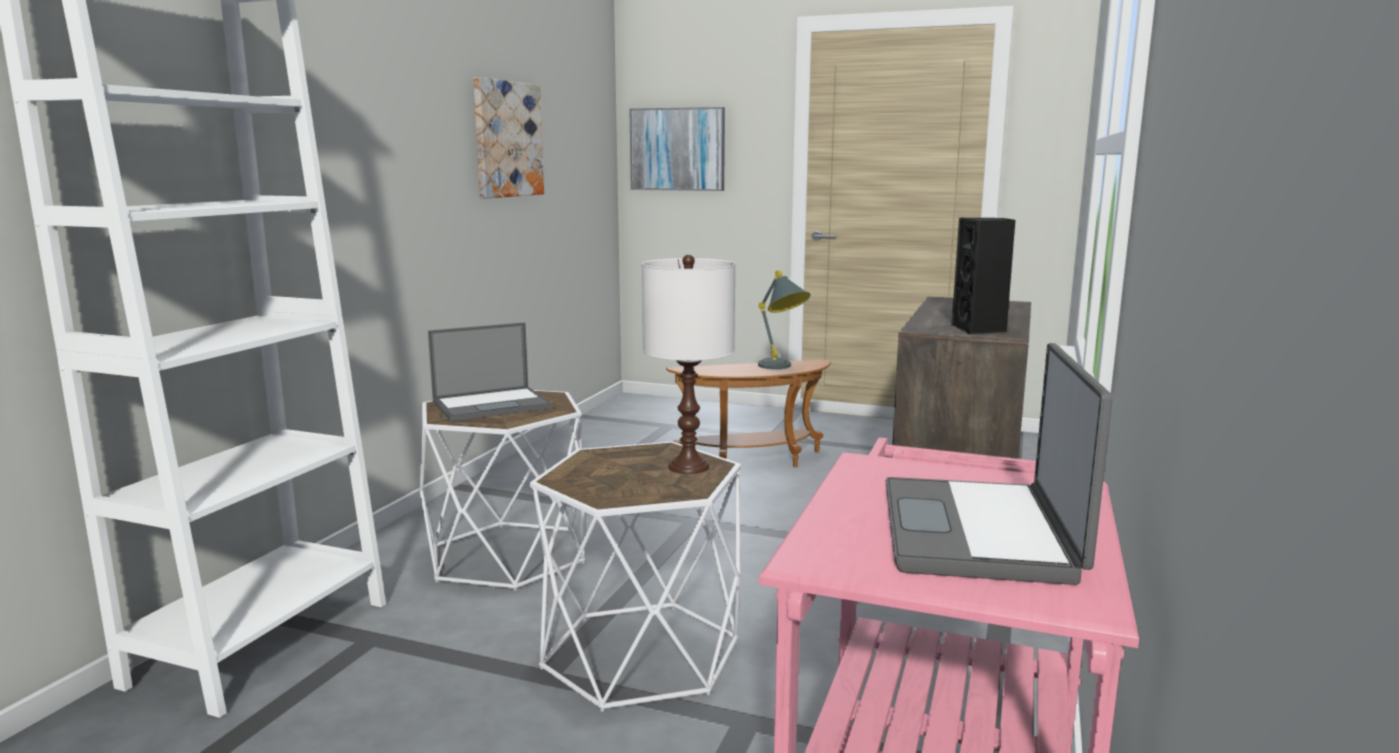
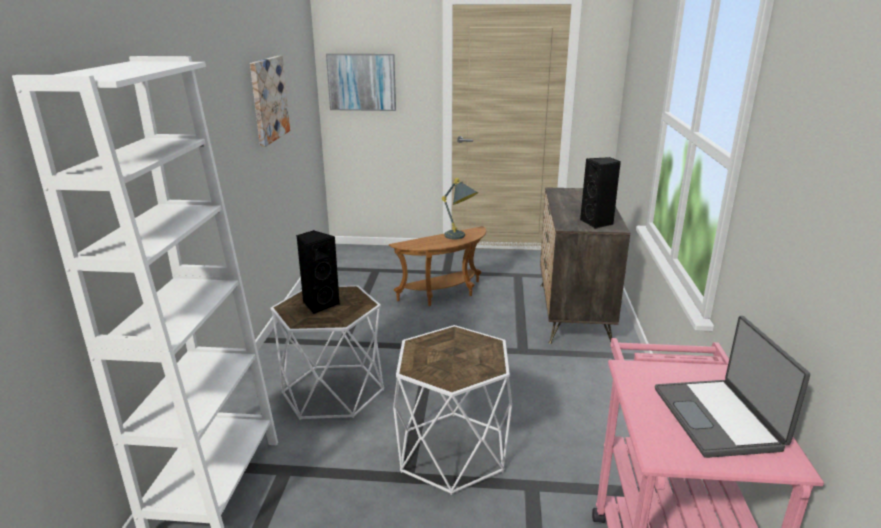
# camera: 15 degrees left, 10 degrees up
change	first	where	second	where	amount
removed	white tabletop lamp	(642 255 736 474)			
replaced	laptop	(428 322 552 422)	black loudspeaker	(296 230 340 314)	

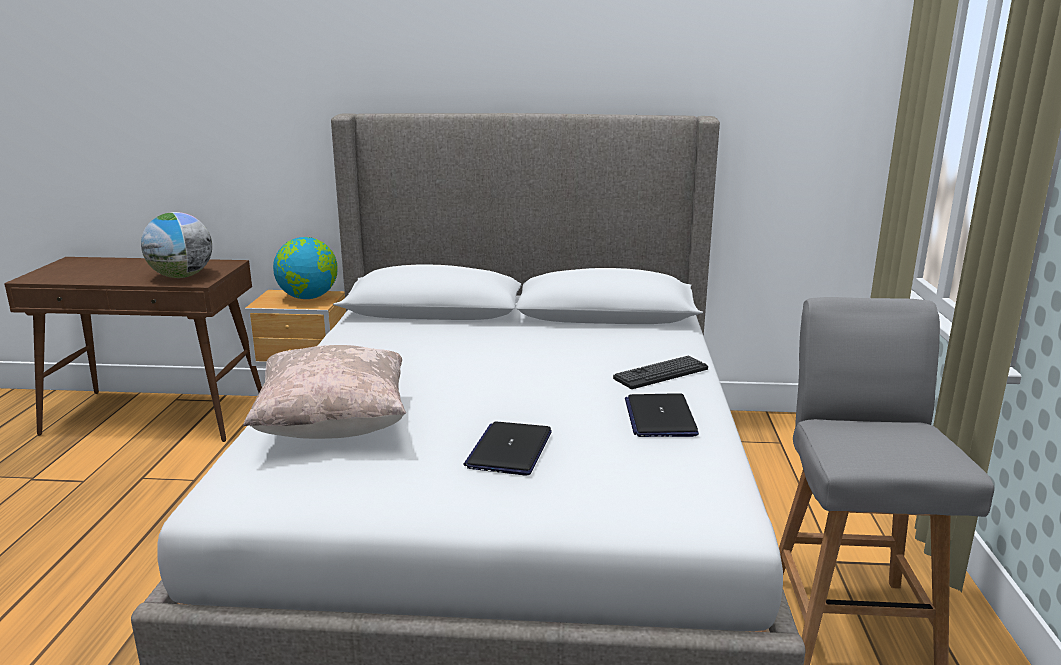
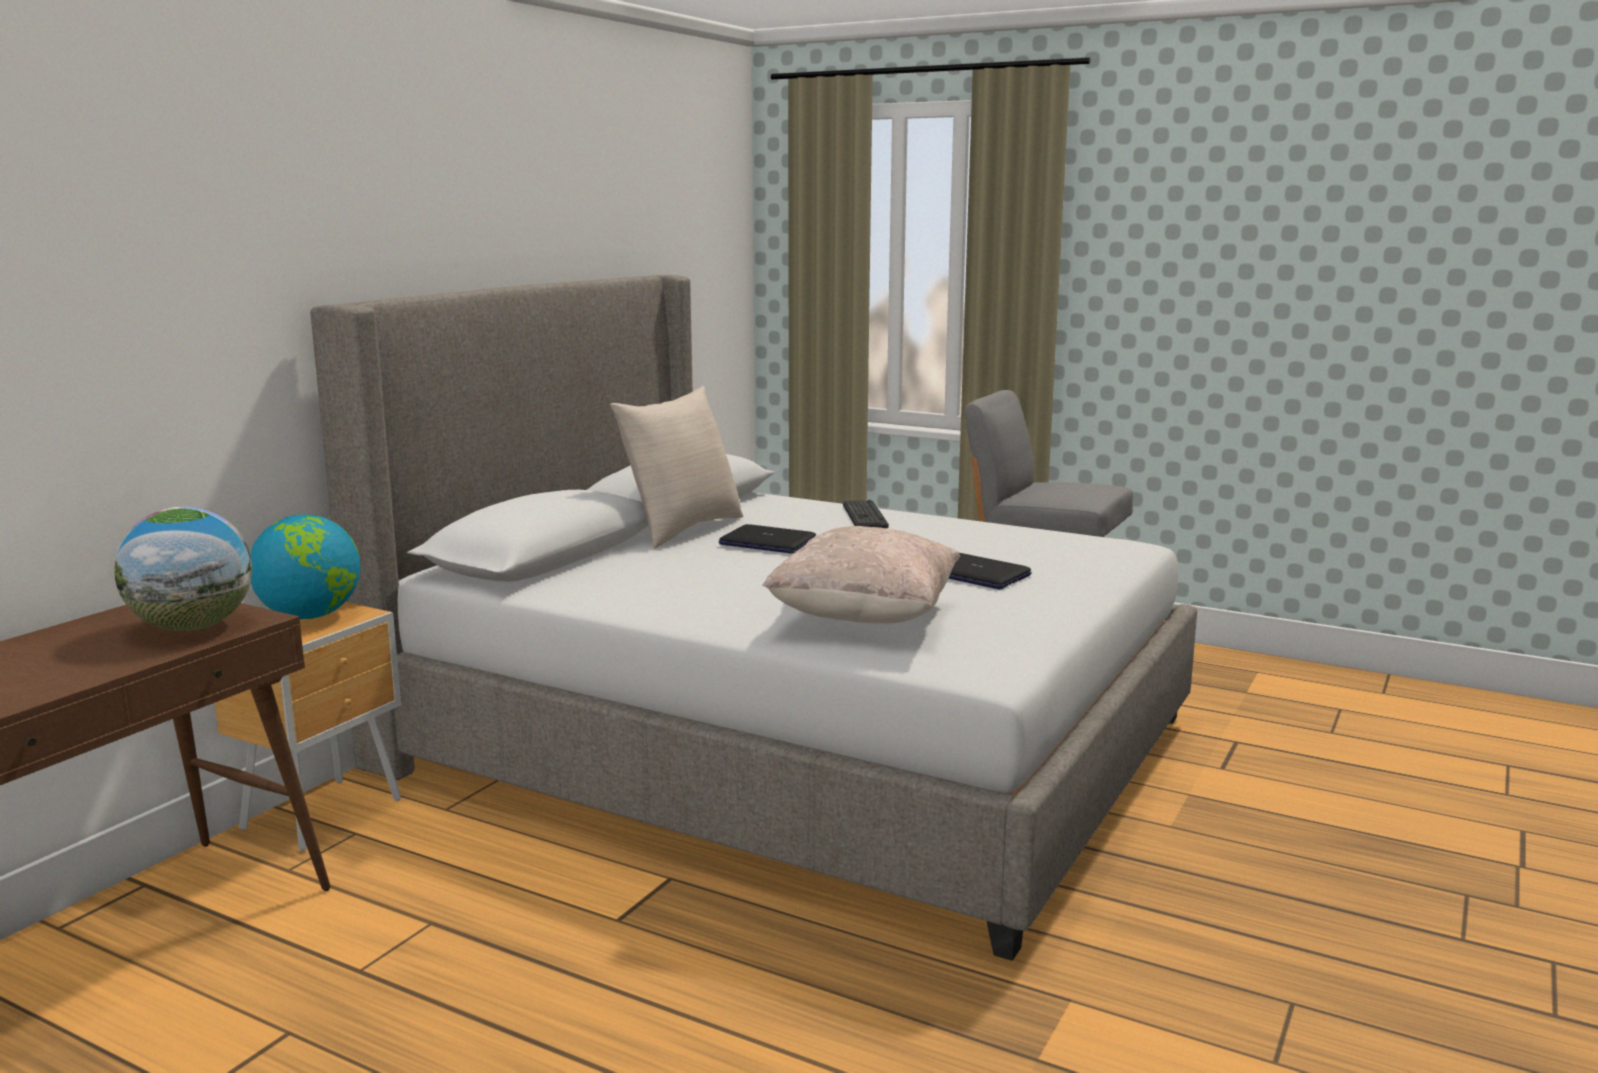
# camera: 65 degrees left, 5 degrees down
change	first	where	second	where	amount
moved	laptop	(625 393 699 437)		(719 524 816 554)	
added			beige pillow	(610 386 743 548)	

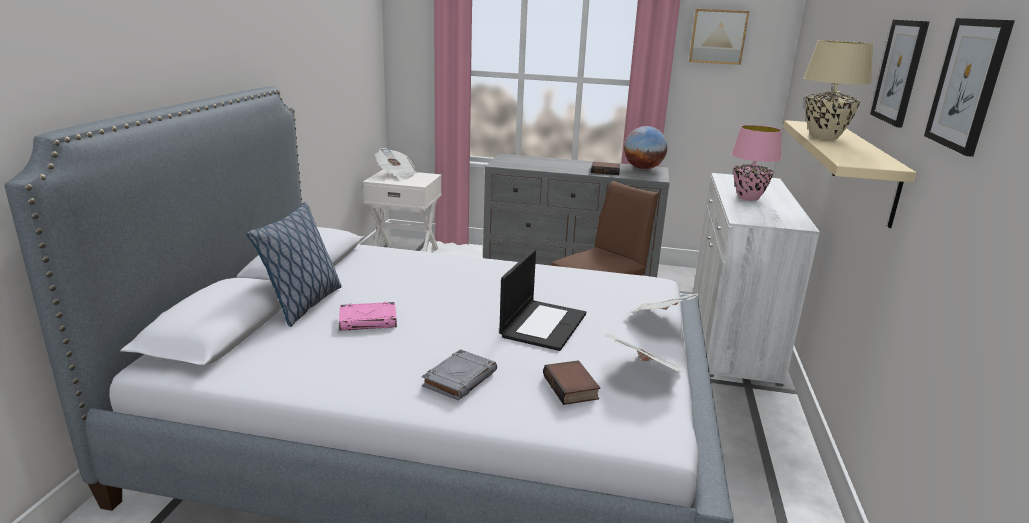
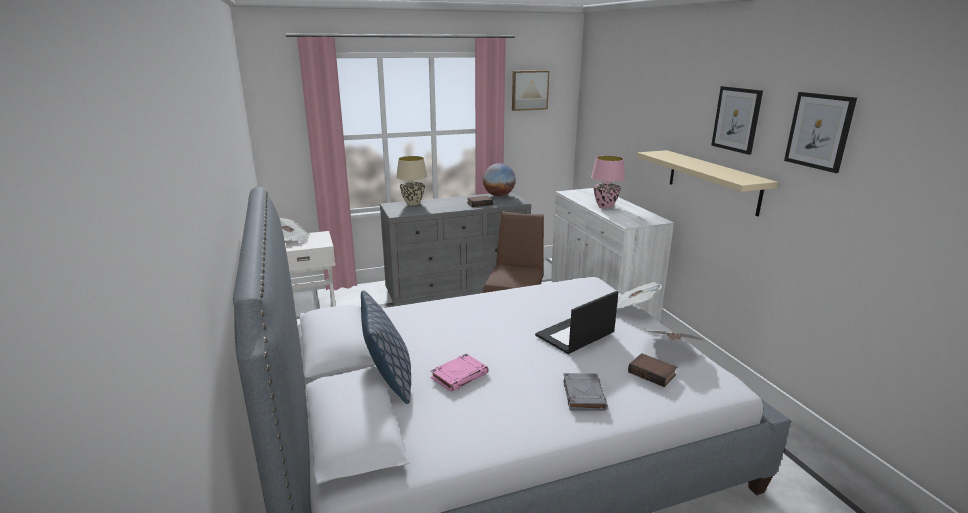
# camera: 30 degrees left, 0 degrees up
change	first	where	second	where	amount
moved	beige tabletop lamp	(804 40 873 140)		(396 156 428 206)	
turned	laptop	(499 249 586 351)		(535 291 618 354)	120 degrees counterclockwise

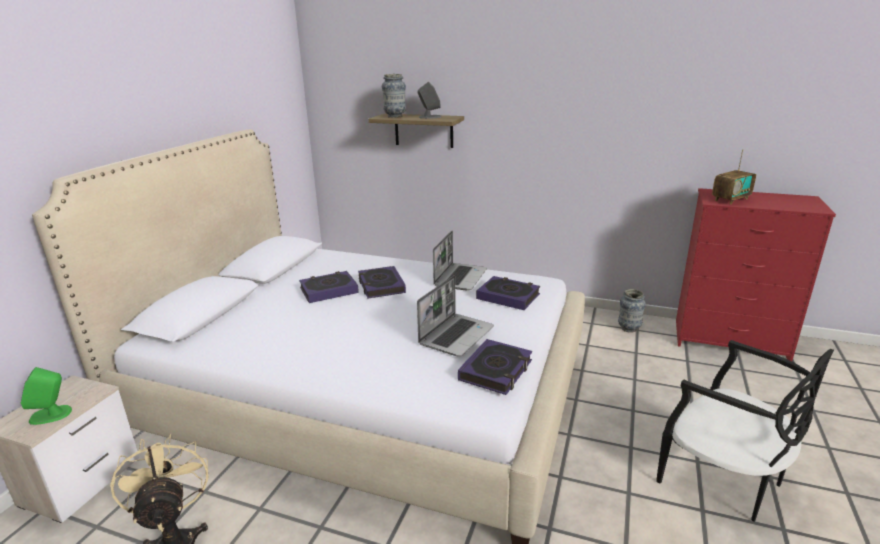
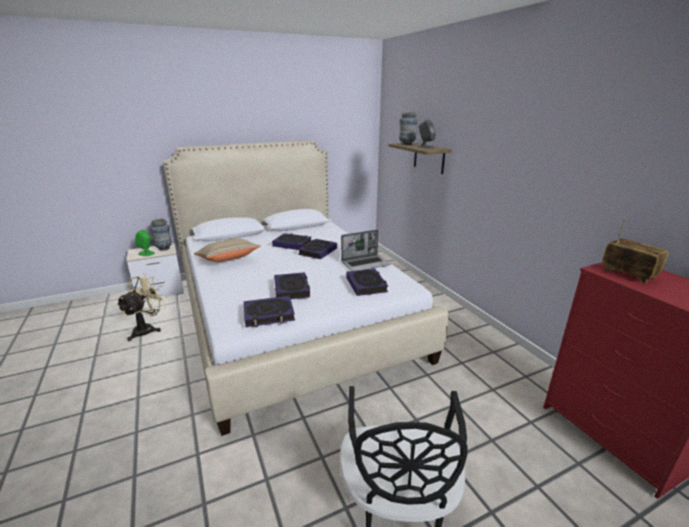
# camera: 45 degrees right, 0 degrees up
change	first	where	second	where	amount
turned	radio receiver	(712 149 756 205)		(602 218 669 284)	135 degrees counterclockwise
replaced	laptop	(417 275 494 357)	volume	(274 272 310 299)	
moved	flower vase	(618 289 646 333)		(150 219 172 250)	
added			beige pillow	(194 238 261 262)	

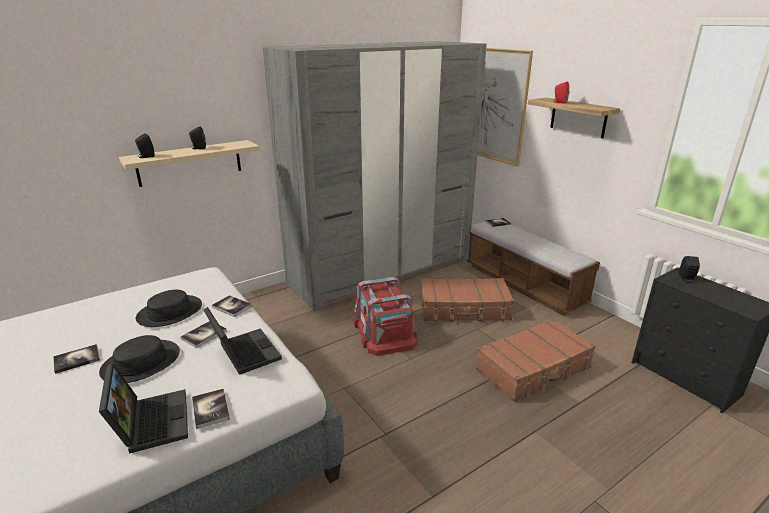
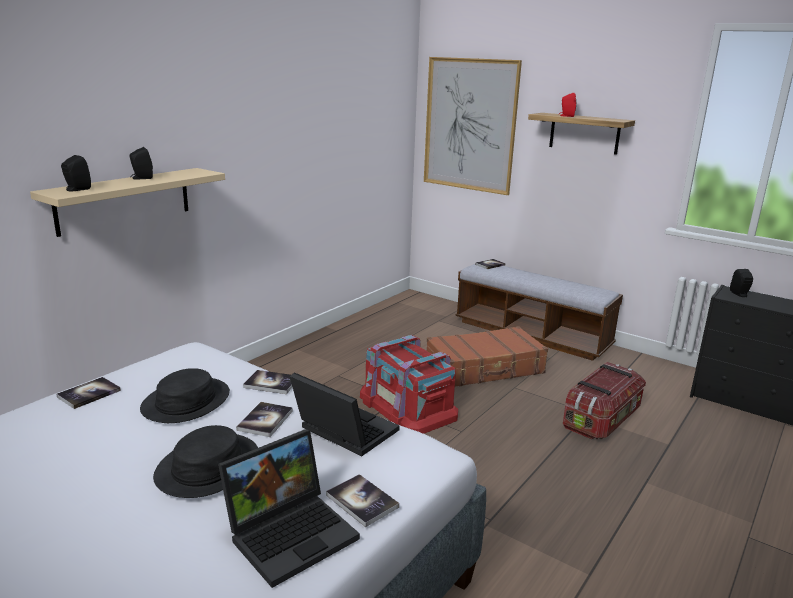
# camera: 20 degrees left, 5 degrees down
change	first	where	second	where	amount
removed	grey clothes cupboard	(263 41 487 311)			
replaced	brown suitcase	(476 319 596 402)	storage container	(563 362 646 439)	
moved	volume	(53 344 100 374)		(57 377 121 409)	
turned	laptop	(99 363 188 454)		(218 429 360 588)	90 degrees clockwise

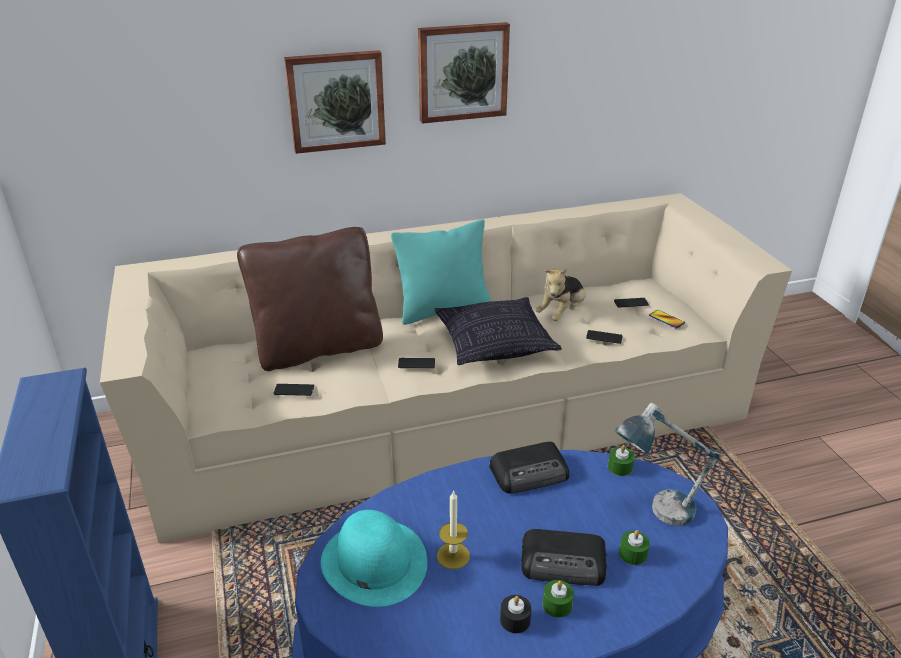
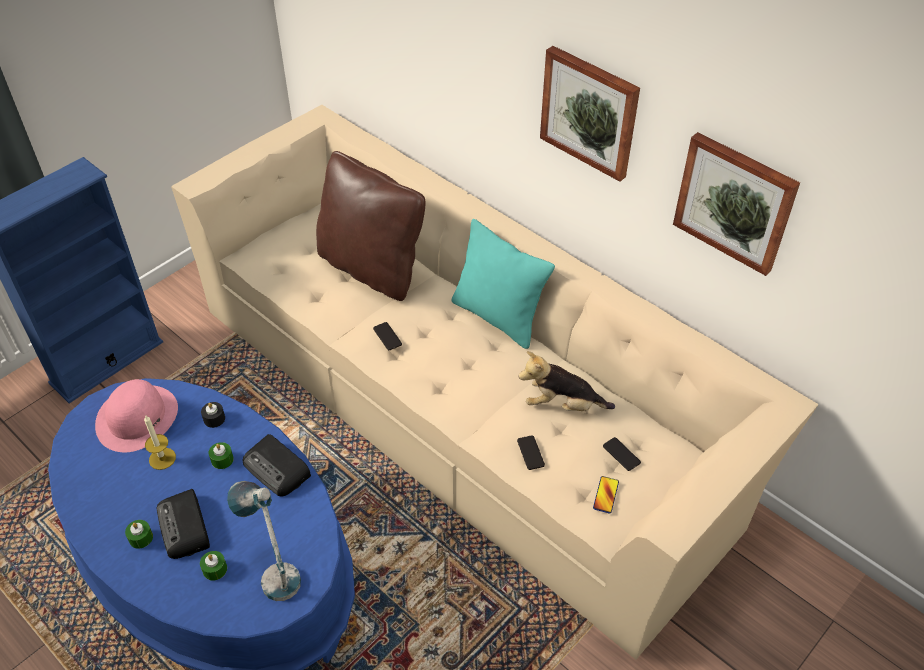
# camera: 60 degrees right, 15 degrees up
change	first	where	second	where	amount
moved	wall picture	(284 50 386 154)		(673 132 800 276)	
removed	pillow	(434 297 562 365)			
removed	handset	(274 384 314 396)			
moved	greenish candle	(608 445 635 476)		(208 442 234 469)	
recoloured	turquoise hat	(321 510 427 607)	pink-coloured hat	(95 379 178 452)	
moved	black candle	(500 595 531 633)		(201 402 225 428)	

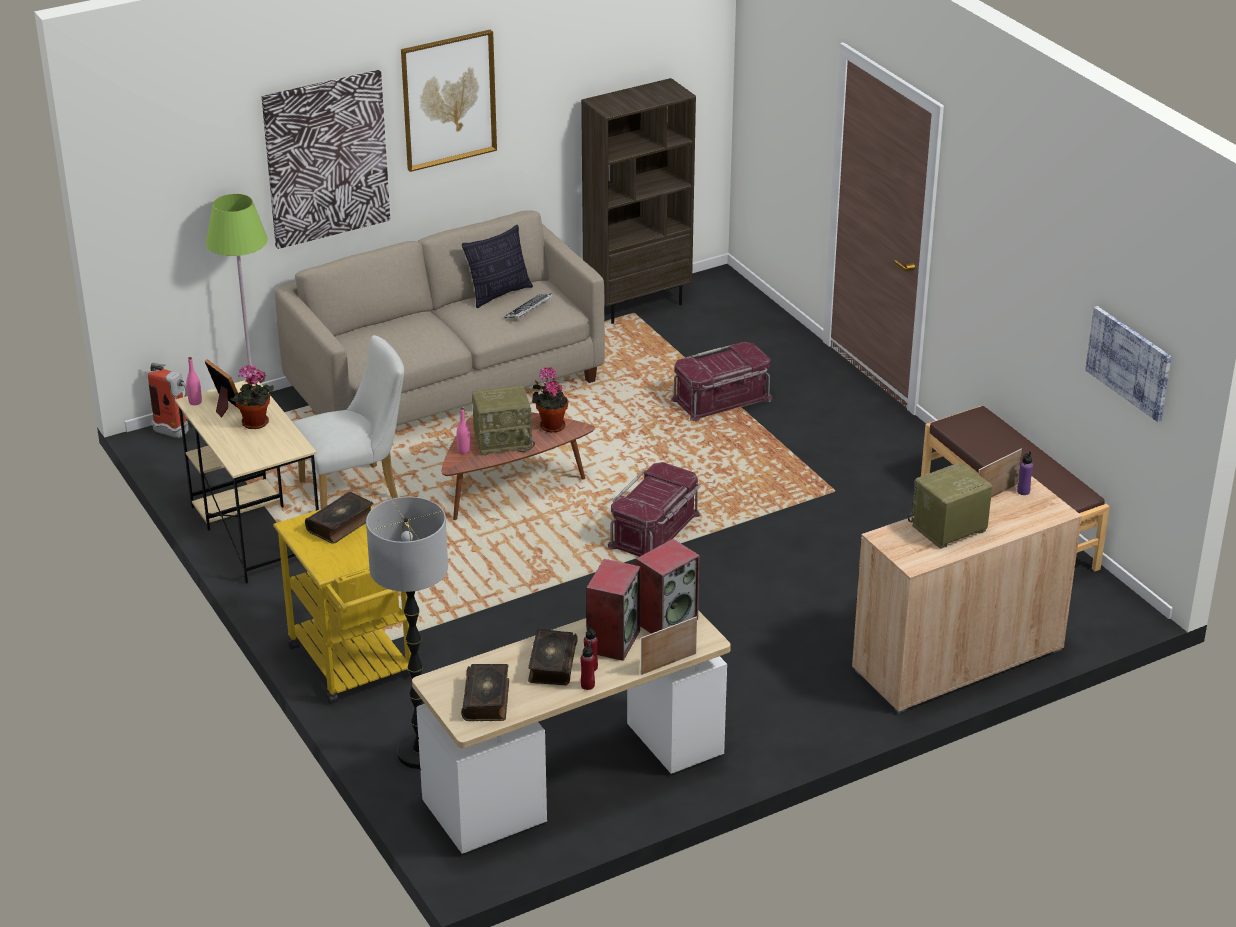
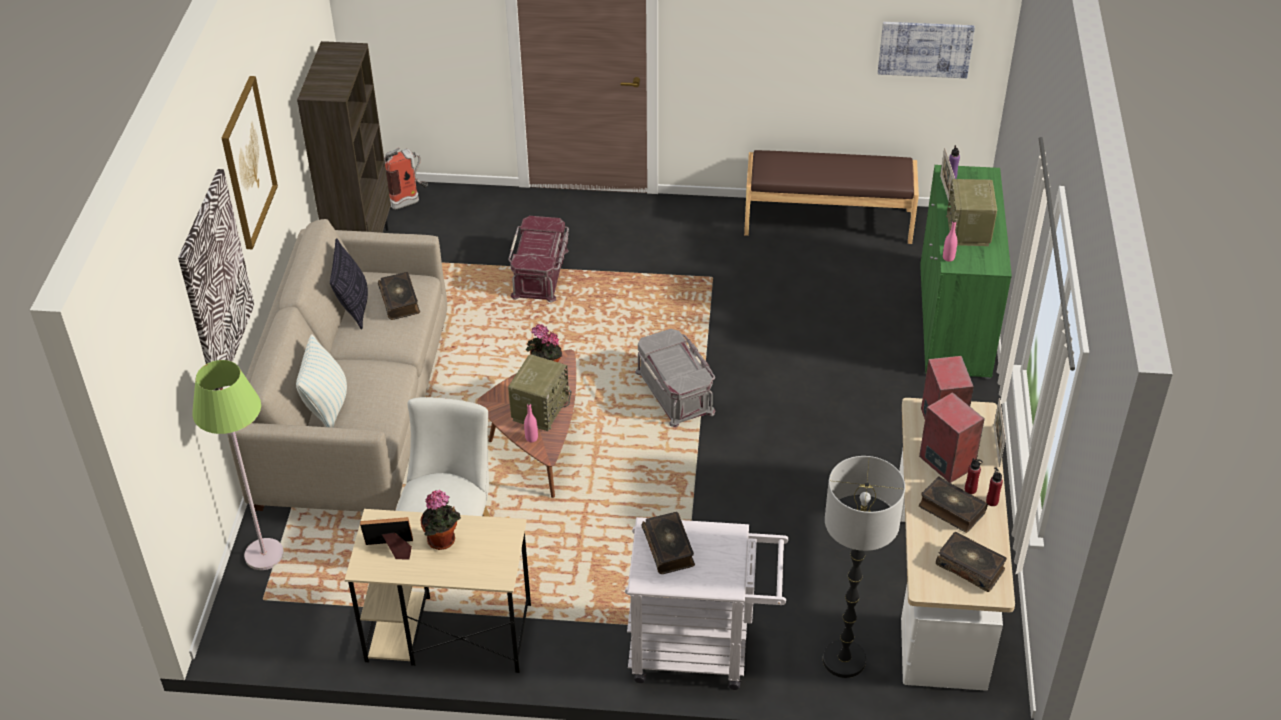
# camera: 55 degrees left, 10 degrees up
change	first	where	second	where	amount
replaced	keyboard	(504 293 554 318)	volume	(378 272 420 320)	
moved	pink-coloured bottle	(186 357 202 405)		(943 220 958 262)	
moved	fire-fighting cylinder	(148 362 194 438)		(384 148 428 210)	
recoloured	red-coloured storage container	(608 462 700 557)	grey storage container	(635 329 715 427)	
recoloured	beige cupboard	(852 476 1082 714)	greenish cupboard	(920 165 1012 379)	
recoloured	yellow-coloured trolley	(273 496 411 704)	white trolley	(625 517 788 690)	
added			pillow	(296 334 347 428)	

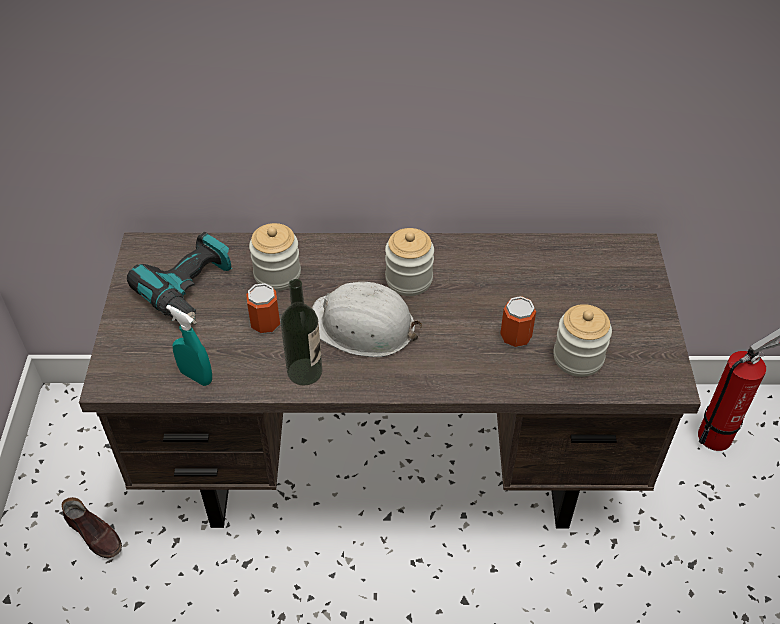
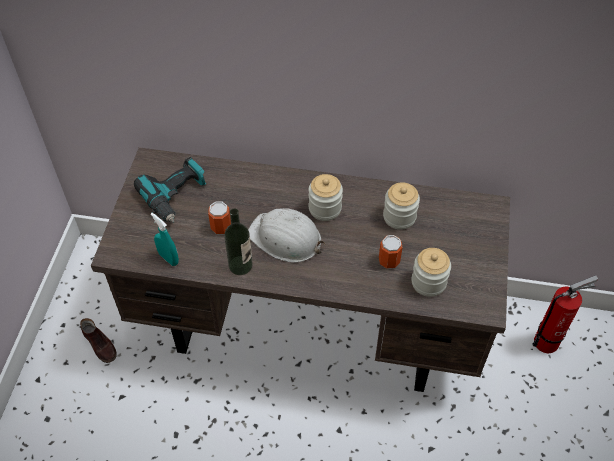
# camera: 10 degrees right, 5 degrees up
change	first	where	second	where	amount
moved	preserve jar	(249 223 301 291)		(383 182 420 230)	

